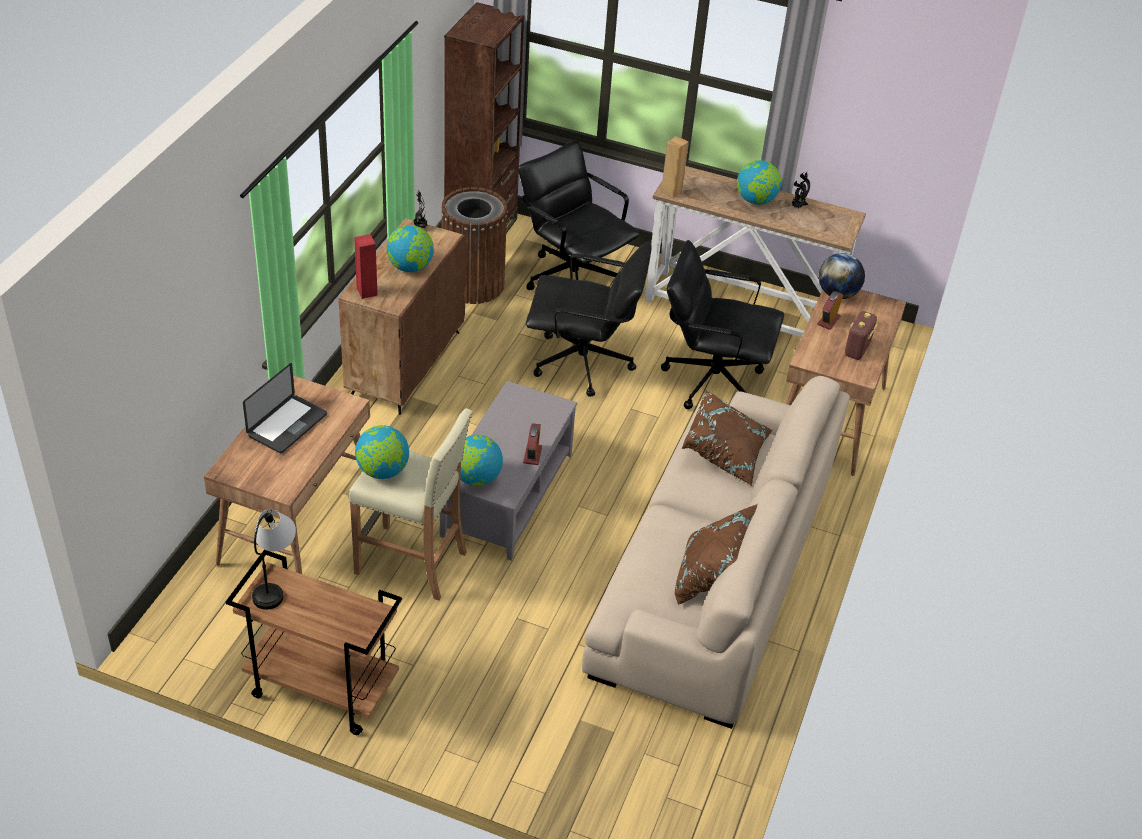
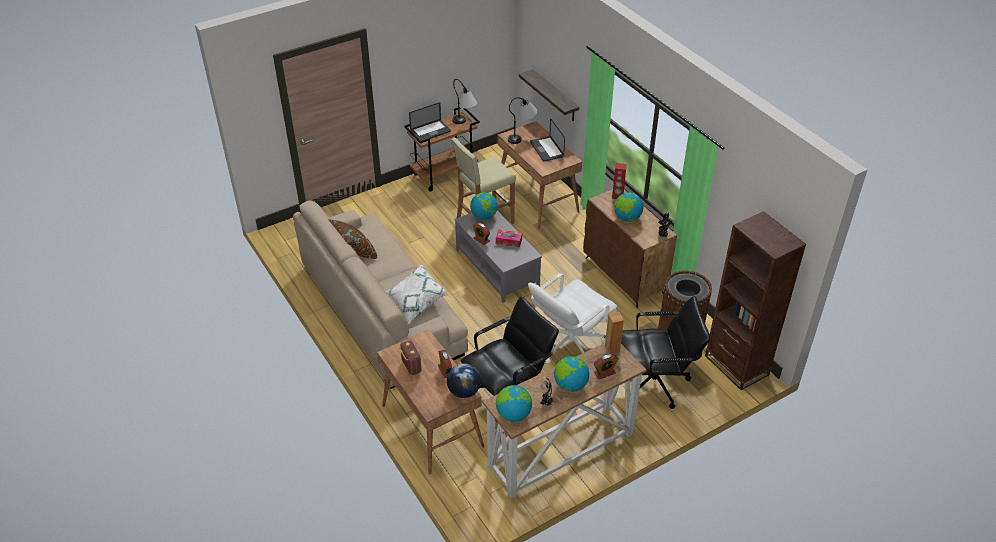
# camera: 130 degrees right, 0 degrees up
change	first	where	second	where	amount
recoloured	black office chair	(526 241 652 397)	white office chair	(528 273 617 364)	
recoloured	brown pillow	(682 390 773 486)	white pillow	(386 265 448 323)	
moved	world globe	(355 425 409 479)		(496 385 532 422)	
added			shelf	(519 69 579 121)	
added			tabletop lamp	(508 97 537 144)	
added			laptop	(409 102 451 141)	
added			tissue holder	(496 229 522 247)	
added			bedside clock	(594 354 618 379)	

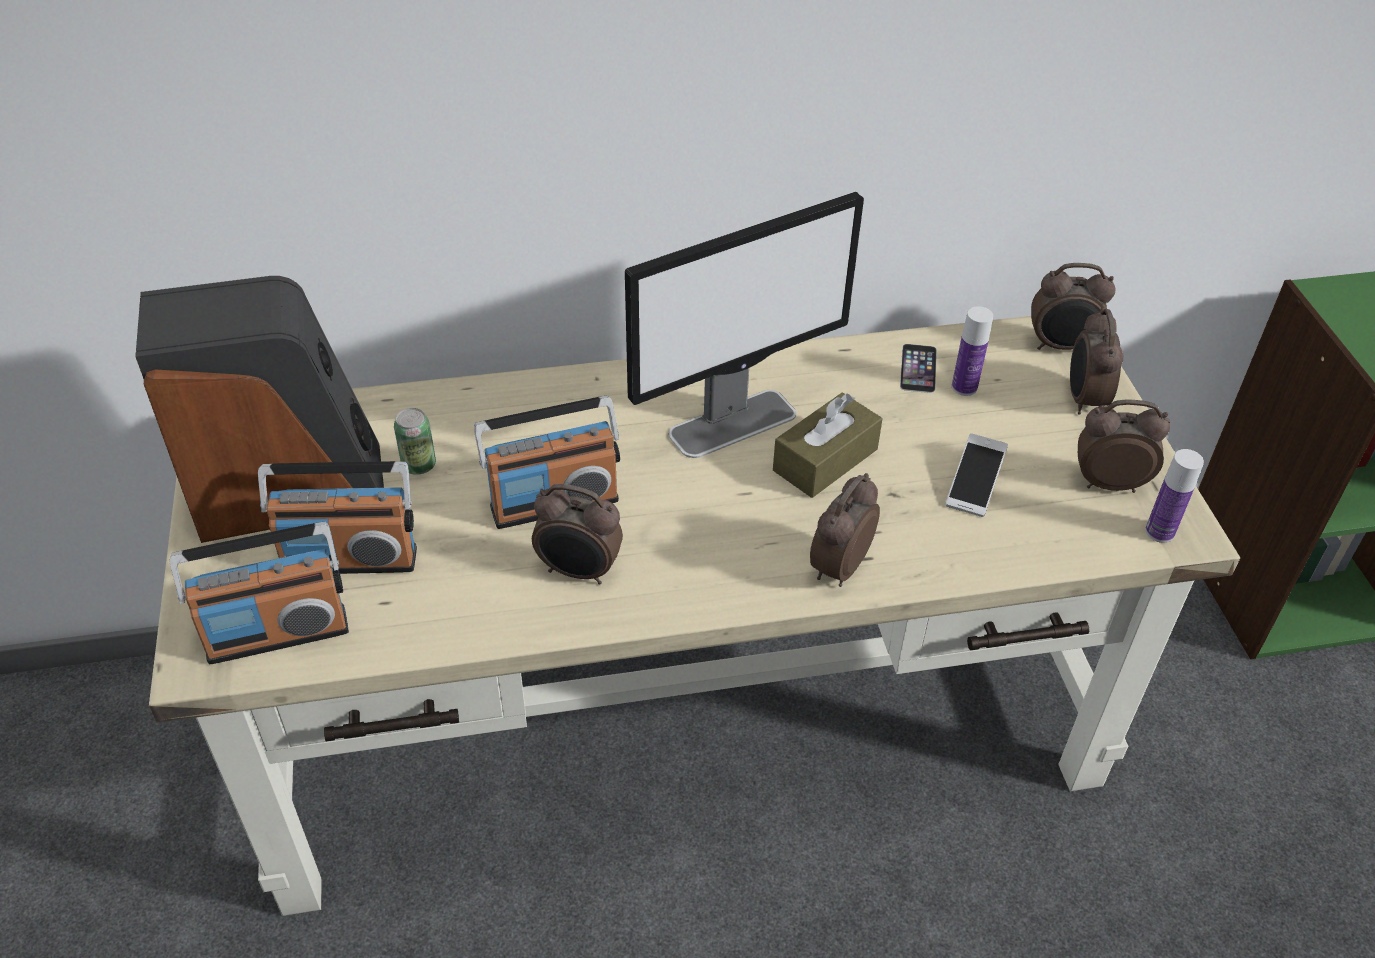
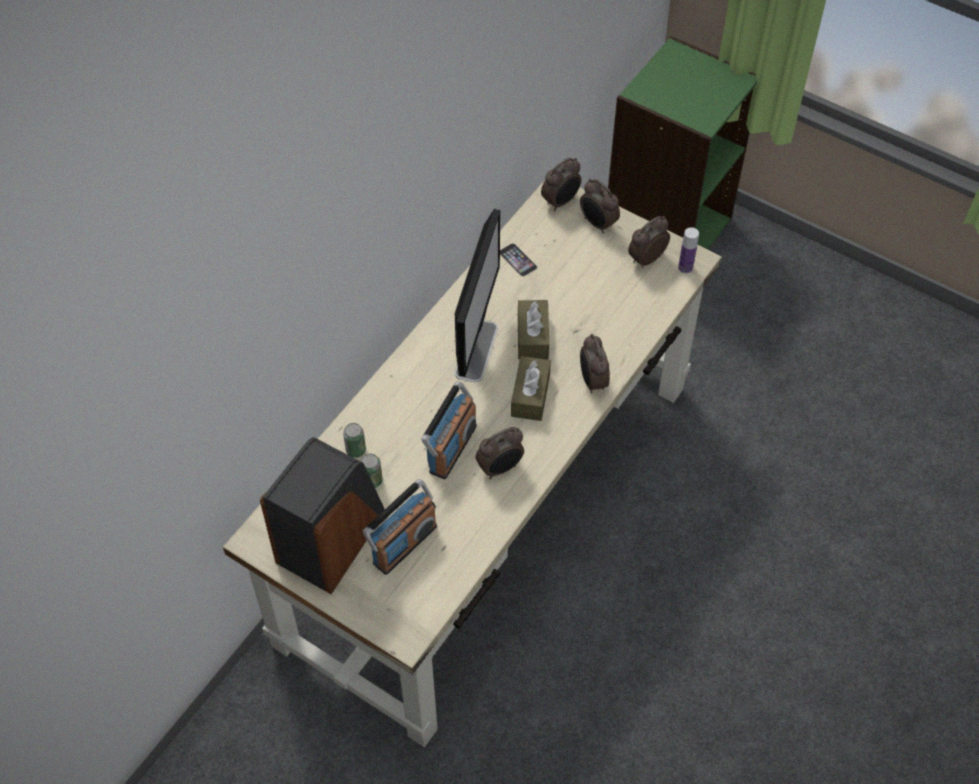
# camera: 45 degrees left, 10 degrees up
change	first	where	second	where	amount
removed	bottle	(952 306 993 396)			
removed	handset	(945 433 1008 517)			
removed	radio receiver	(170 521 349 664)			
added			brown tissue holder	(511 356 551 421)	
added			metal can	(343 423 366 458)	

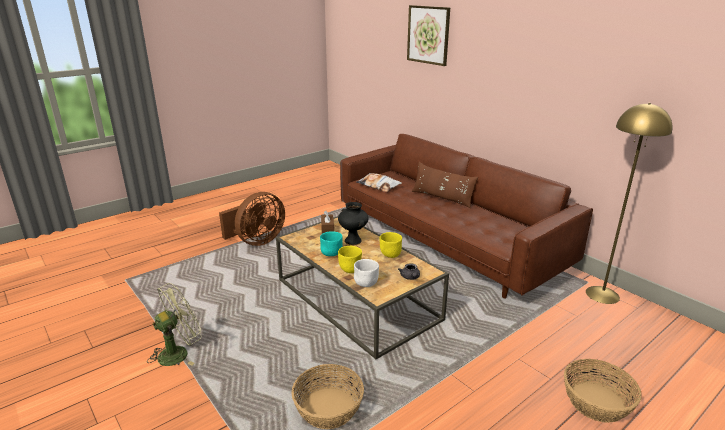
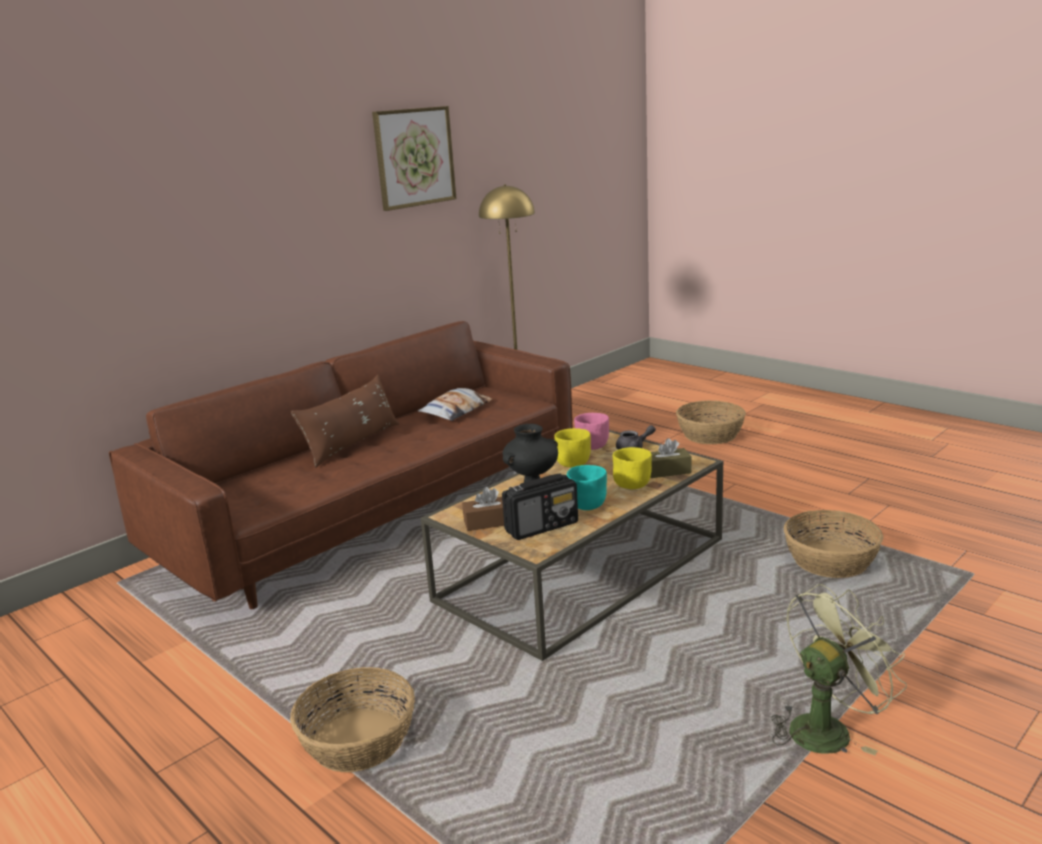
# camera: 95 degrees left, 5 degrees down
change	first	where	second	where	amount
moved	wall picture	(407 5 450 66)		(372 106 456 211)	
moved	pillow	(356 173 402 192)		(418 388 493 421)	
replaced	brown cooling fan	(219 192 285 246)	household basket	(290 667 415 773)	
replaced	white serving bowl	(354 259 379 287)	brown tissue holder	(650 438 692 478)	
turned	greenish cooling fan	(147 283 201 366)		(772 584 907 755)	105 degrees clockwise
added			pink-coloured serving bowl	(574 413 609 450)	
added			radio receiver	(502 473 578 540)	

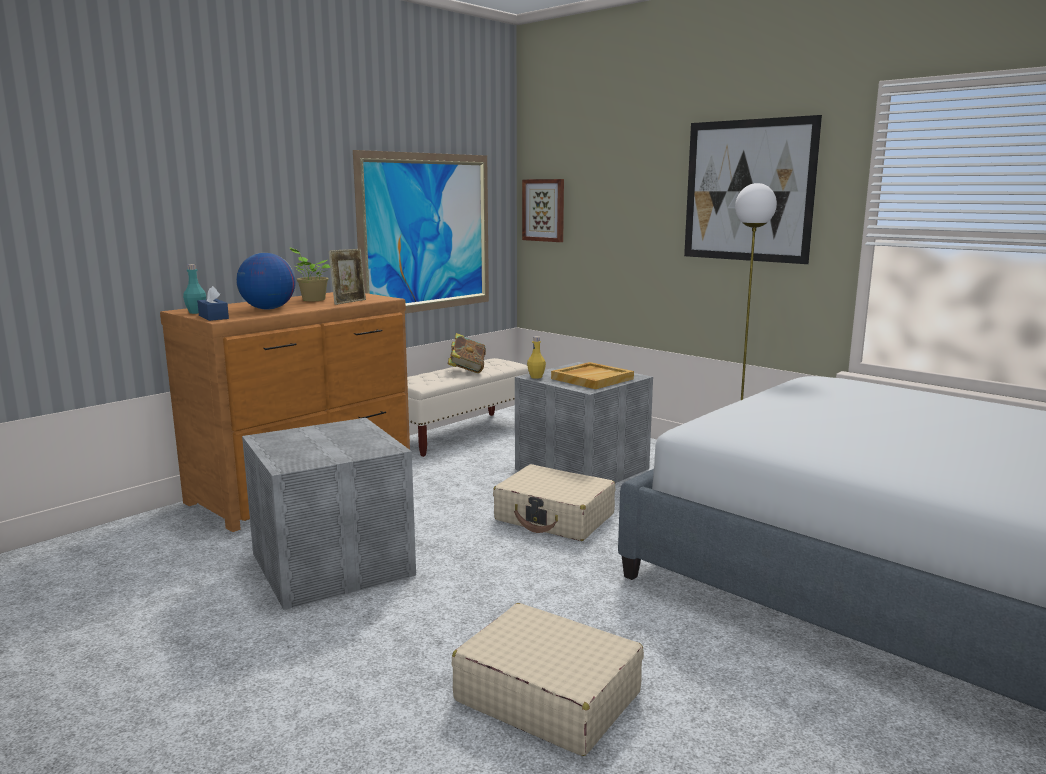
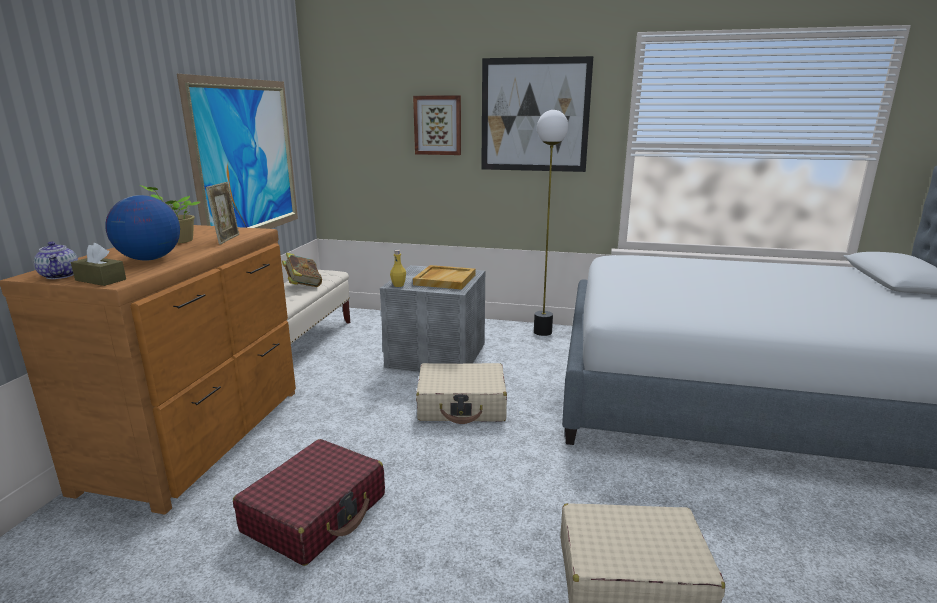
# camera: 30 degrees left, 5 degrees up
change	first	where	second	where	amount
moved	wall picture	(522 179 564 242)		(413 95 461 155)	
replaced	turquoise bottle	(183 264 206 314)	tea pot	(34 241 78 279)	
recoloured	blue-coloured tissue holder	(197 286 229 321)	brown tissue holder	(71 243 126 286)	
replaced	grey storage container	(242 418 416 610)	red-coloured suitcase	(233 439 385 566)	

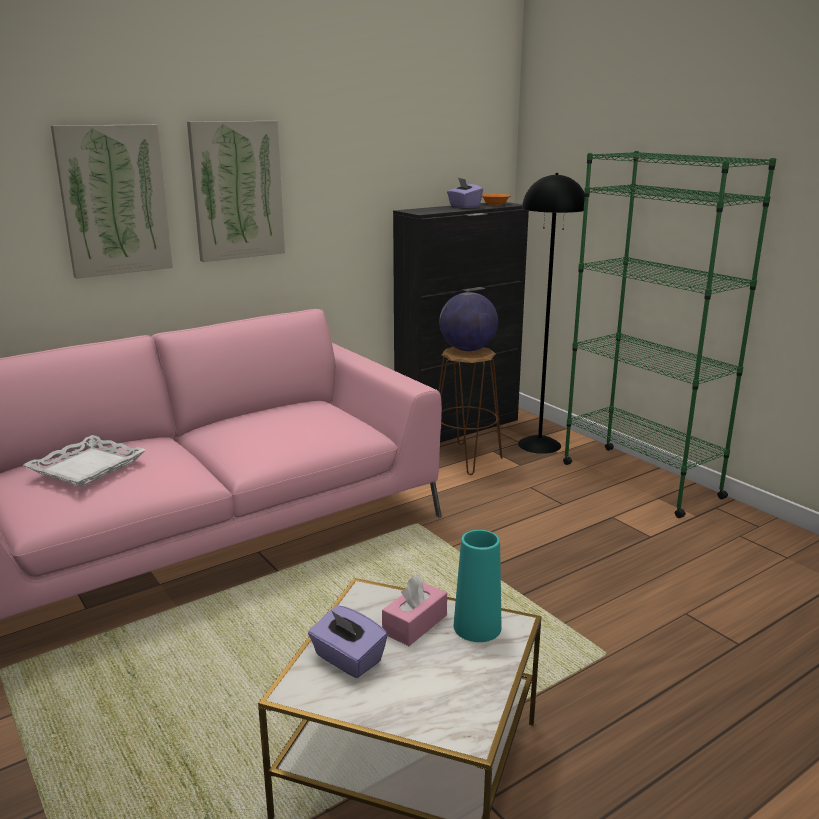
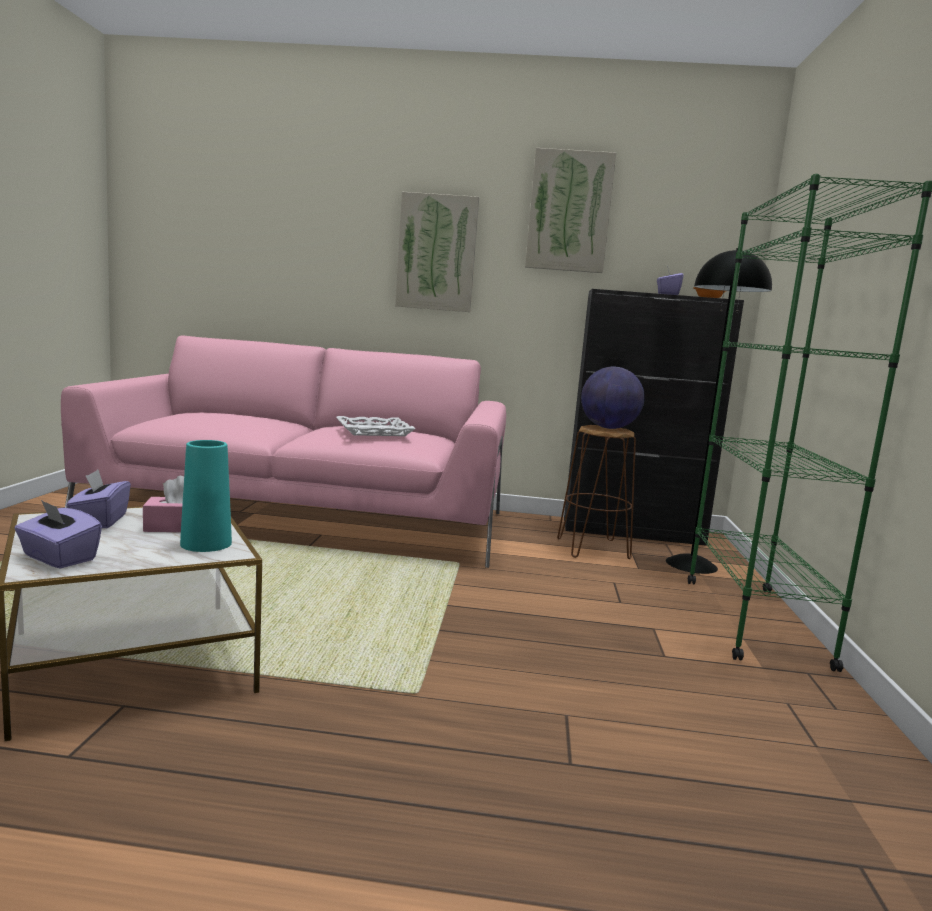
# camera: 40 degrees right, 10 degrees down
change	first	where	second	where	amount
moved	wall picture	(51 124 173 279)		(525 148 616 273)	
moved	white carrying tray	(23 435 146 487)		(336 416 416 436)	
added			purple-coloured tissue holder	(14 500 102 568)	

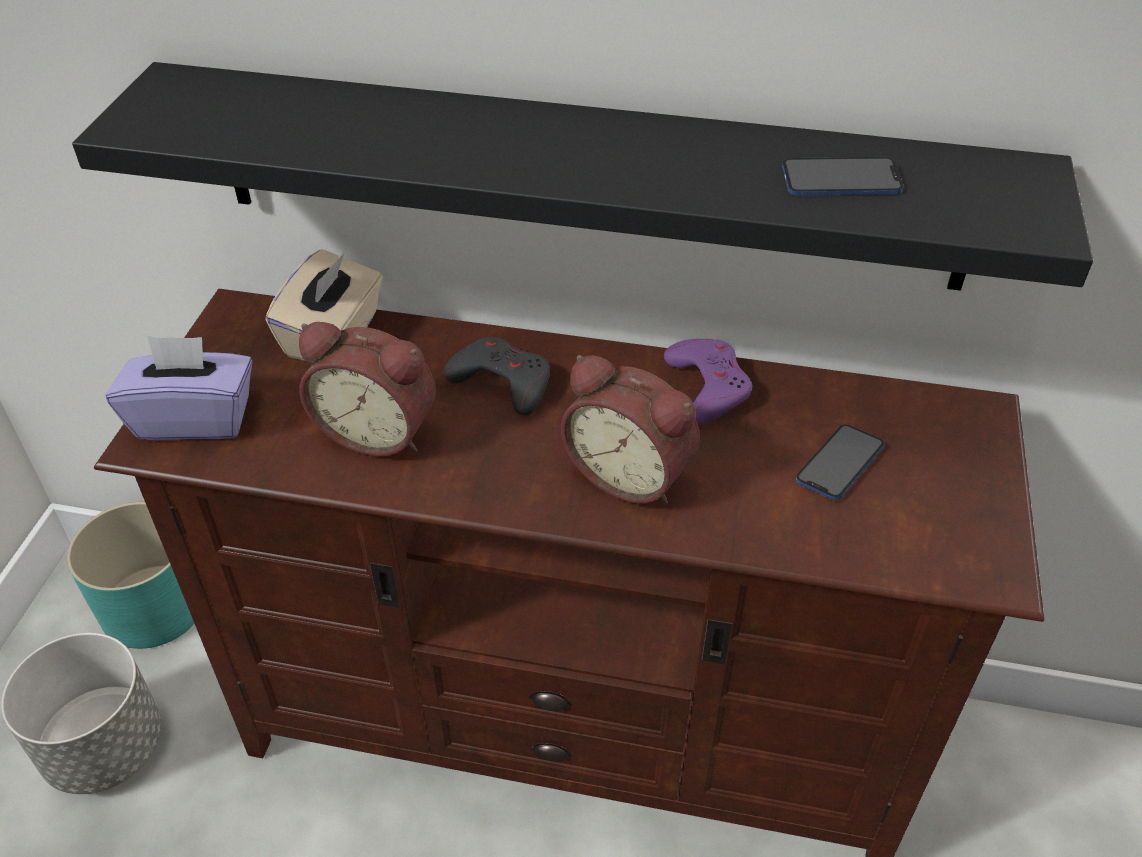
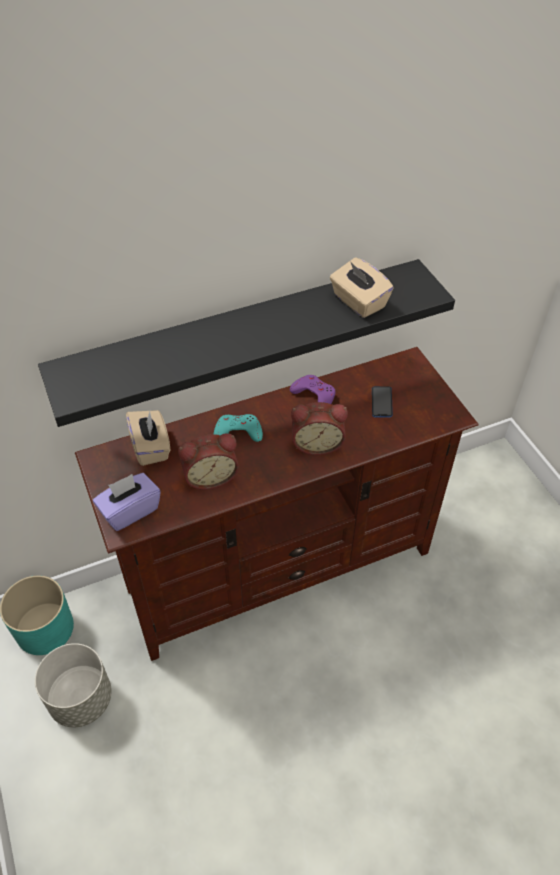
# camera: 35 degrees left, 5 degrees up
change	first	where	second	where	amount
replaced	handset	(782 157 904 196)	beige tissue holder	(330 258 394 318)	
recoloured	grey game controller	(444 337 550 415)	turquoise game controller	(214 414 263 442)	

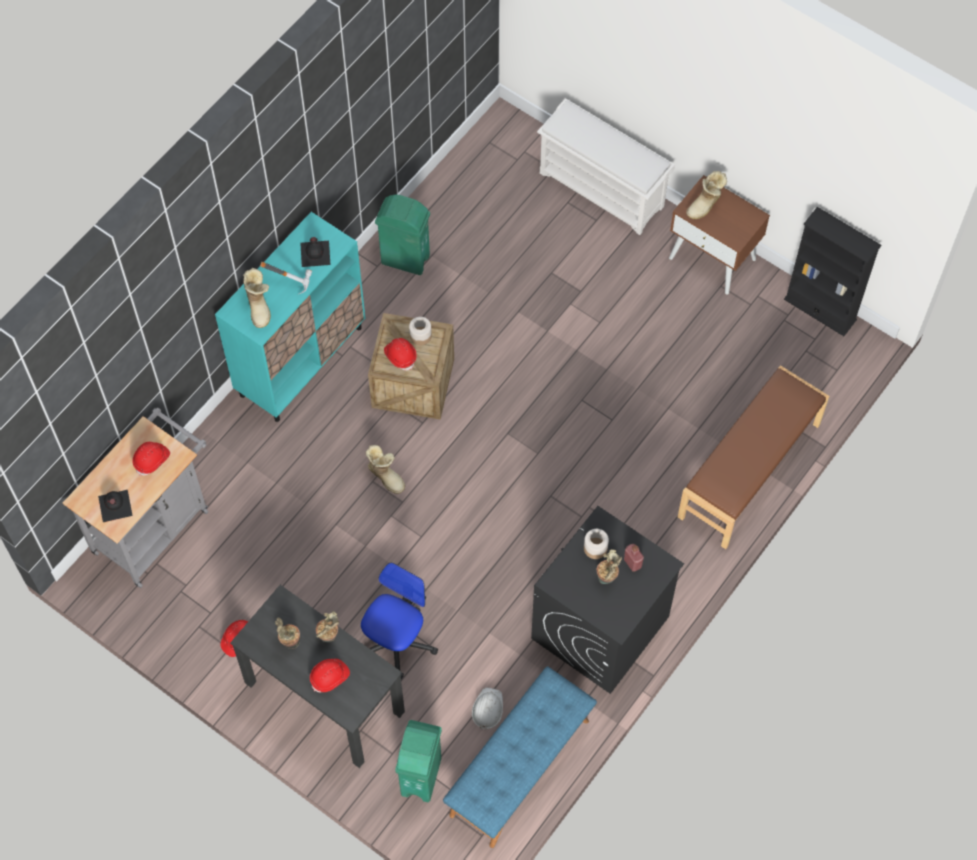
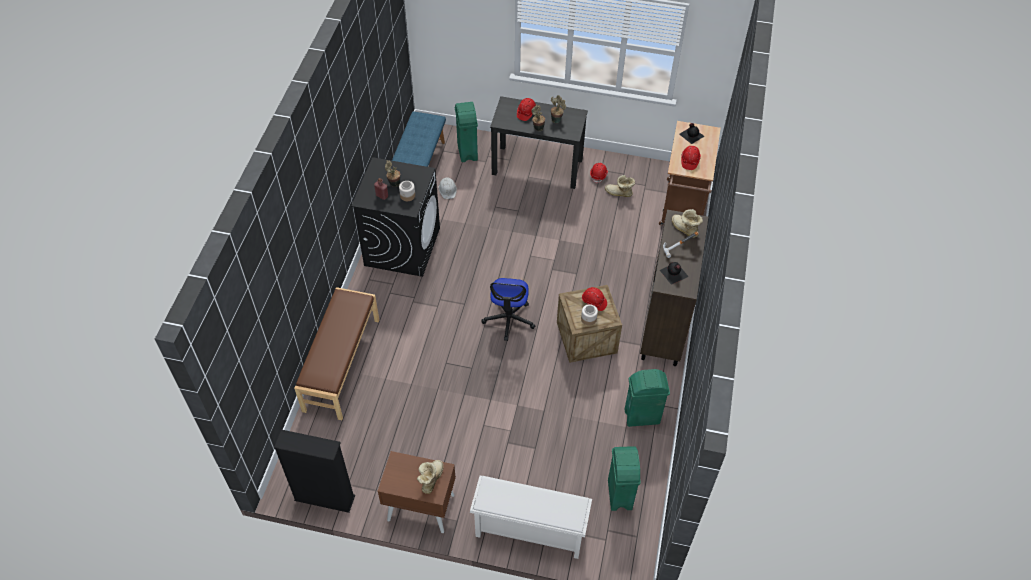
# camera: 155 degrees right, 10 degrees down
change	first	where	second	where	amount
recoloured	turquoise cupboard	(215 212 365 422)	brown cupboard	(640 210 708 366)	
recoloured	grey trolley	(63 408 209 588)	brown trolley	(659 121 721 226)	
moved	tall boot	(366 445 405 494)		(605 175 635 197)	
moved	office chair	(361 563 438 679)		(481 278 535 341)	
added			greenish waste bin	(608 446 641 511)	

